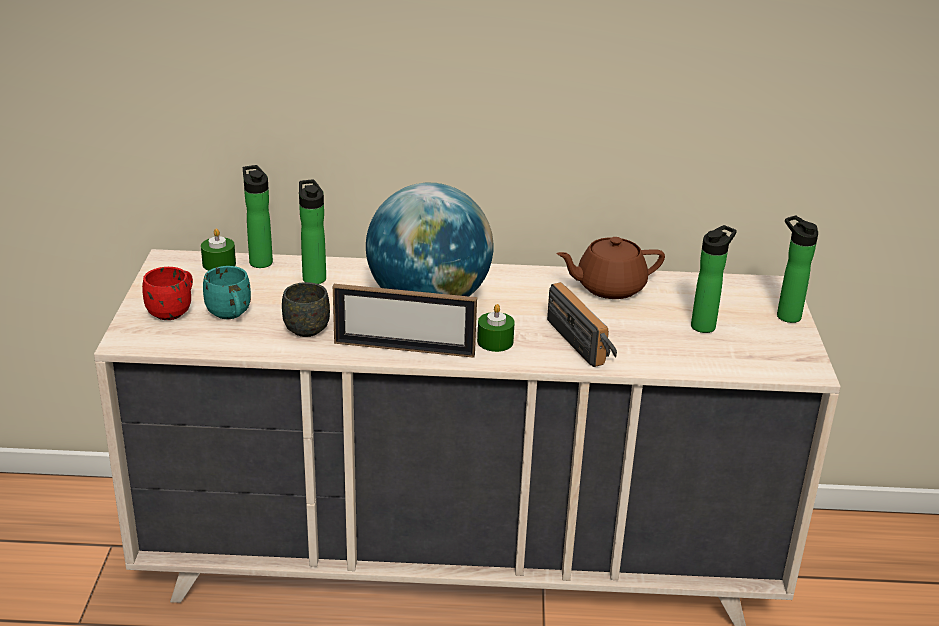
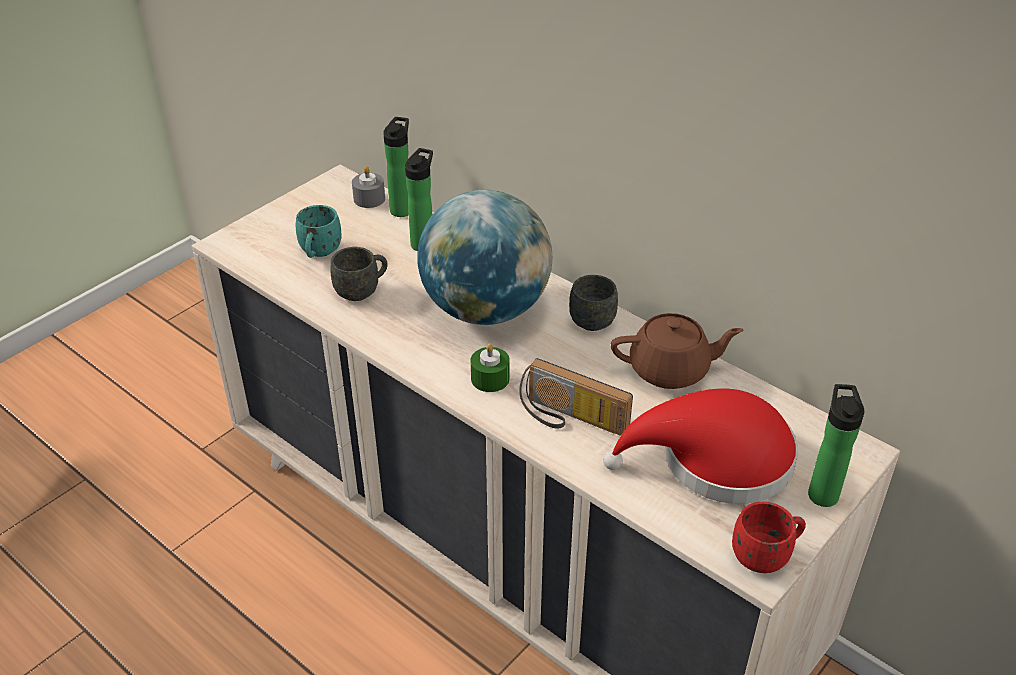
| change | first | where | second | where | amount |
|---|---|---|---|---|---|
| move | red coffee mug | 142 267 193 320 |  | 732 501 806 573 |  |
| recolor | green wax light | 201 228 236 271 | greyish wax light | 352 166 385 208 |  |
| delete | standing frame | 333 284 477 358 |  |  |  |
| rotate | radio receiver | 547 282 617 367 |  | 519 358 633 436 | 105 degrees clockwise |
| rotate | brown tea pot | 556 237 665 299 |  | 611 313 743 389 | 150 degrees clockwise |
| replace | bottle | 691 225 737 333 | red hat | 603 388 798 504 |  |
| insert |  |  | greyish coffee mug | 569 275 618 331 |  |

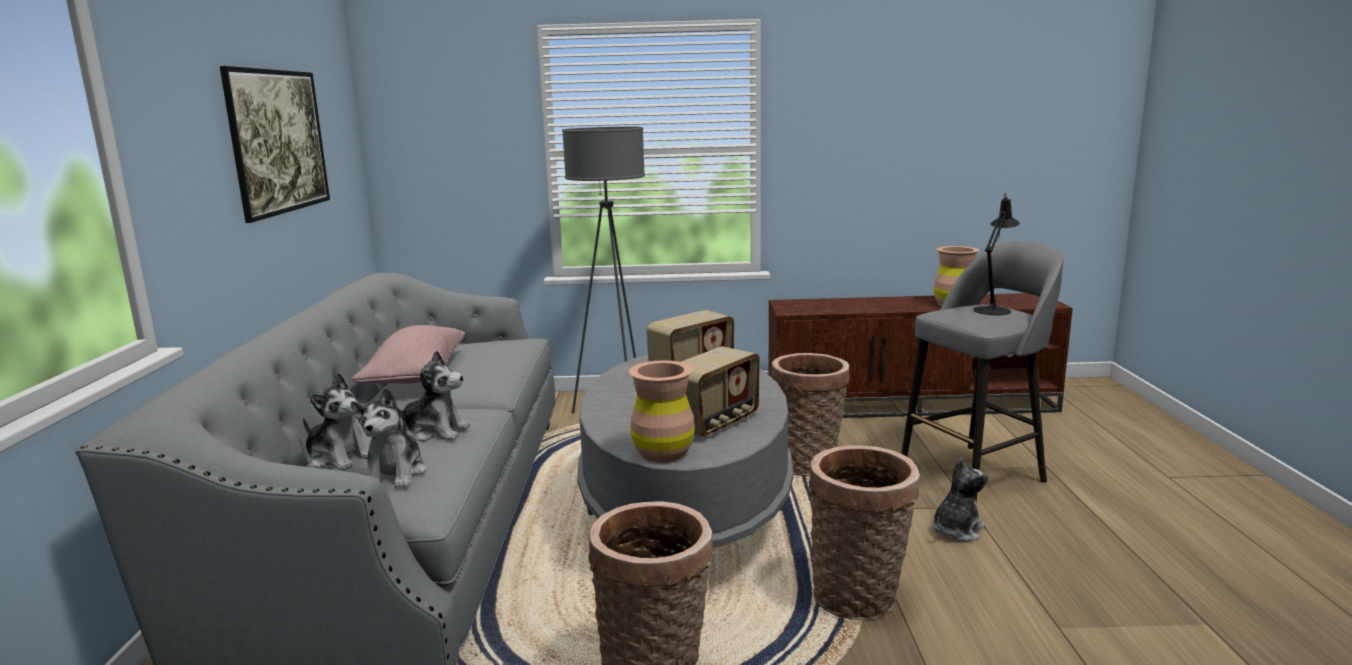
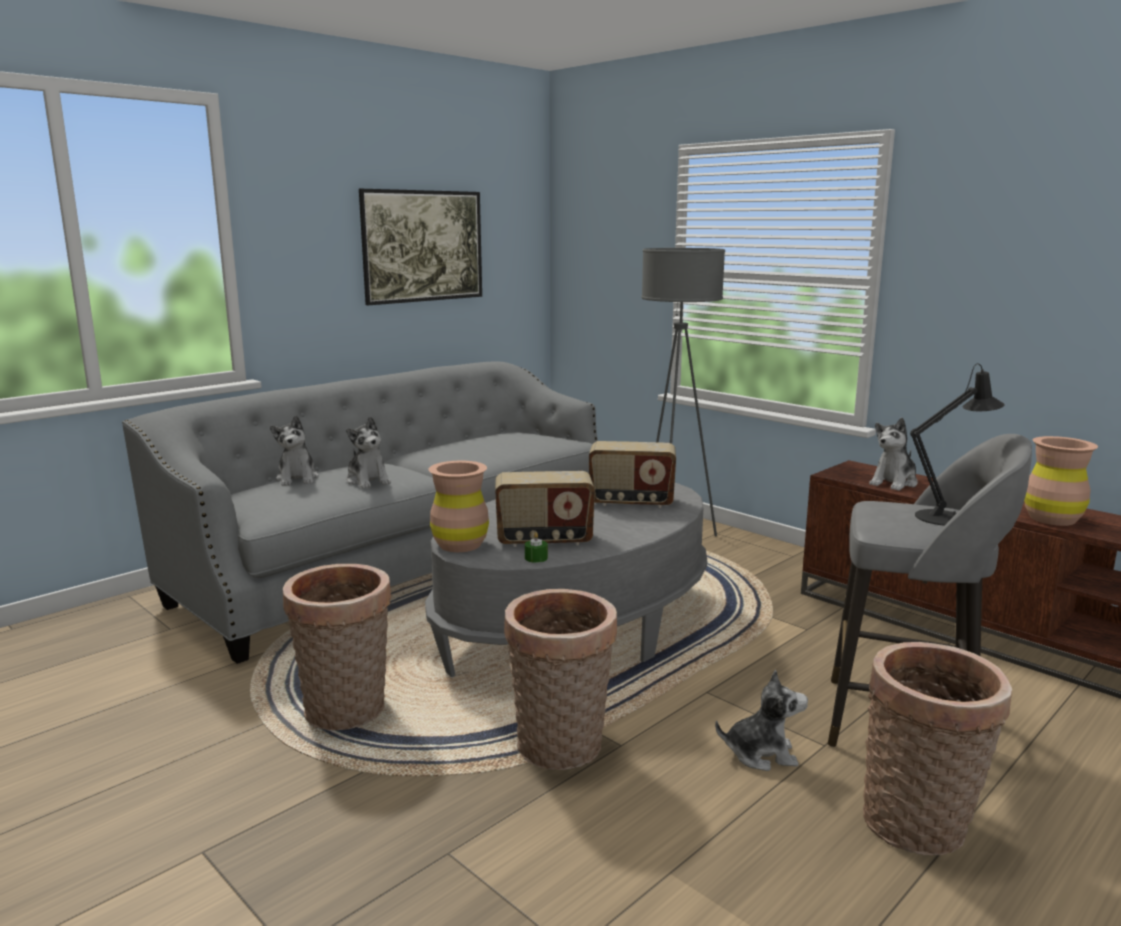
| change | first | where | second | where | amount |
|---|---|---|---|---|---|
| move | soft toy | 351 388 426 488 |  | 869 418 918 491 |  |
| delete | pink-coloured pillow | 352 325 465 384 |  |  |  |
| move | household basket | 770 353 850 476 |  | 863 642 1012 855 |  |
| insert |  |  | green wax light | 525 532 548 563 |  |

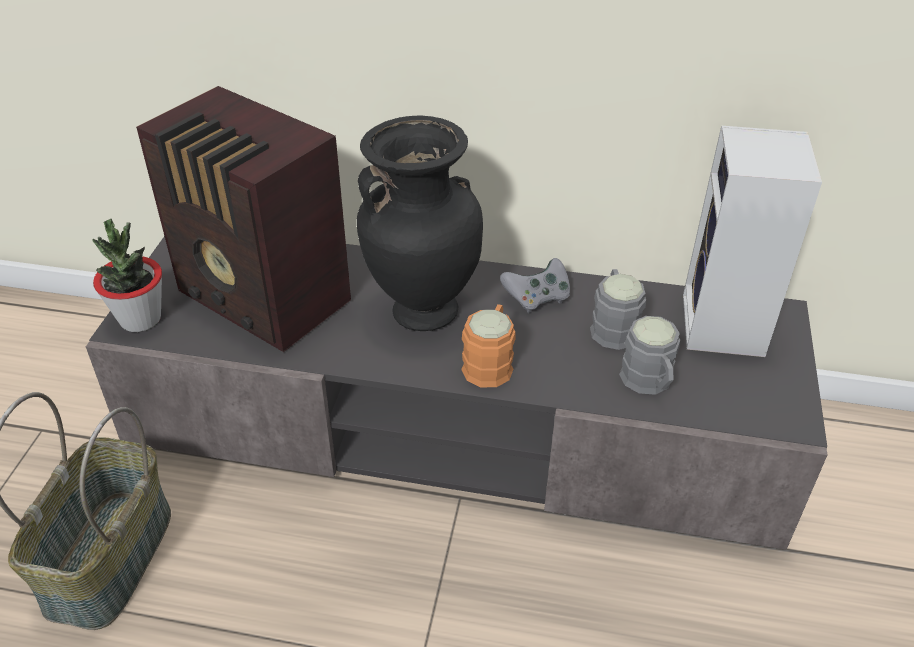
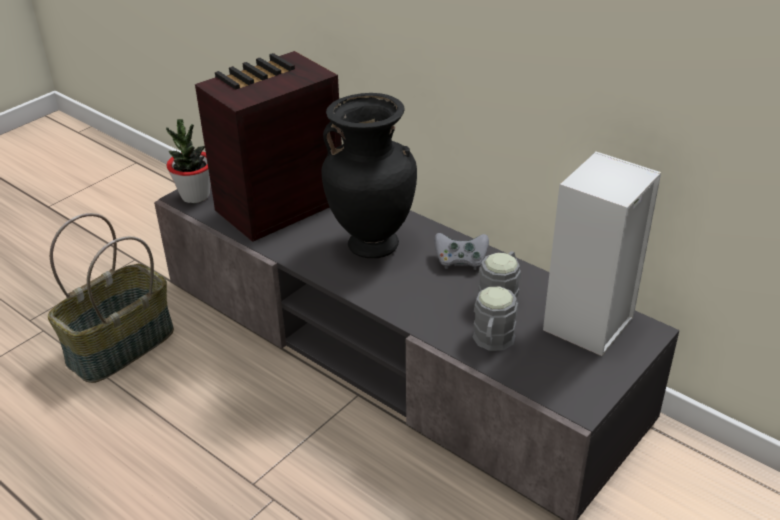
| change | first | where | second | where | amount |
|---|---|---|---|---|---|
| rotate | radio receiver | 136 86 351 352 |  | 195 51 342 242 | 75 degrees clockwise |
| delete | orange-coloured coffee mug | 461 304 516 387 |  |  |  |

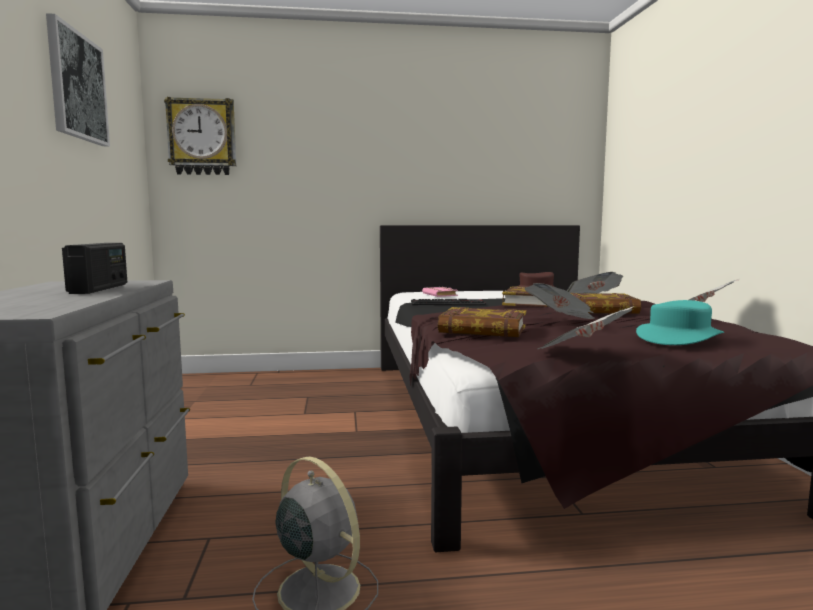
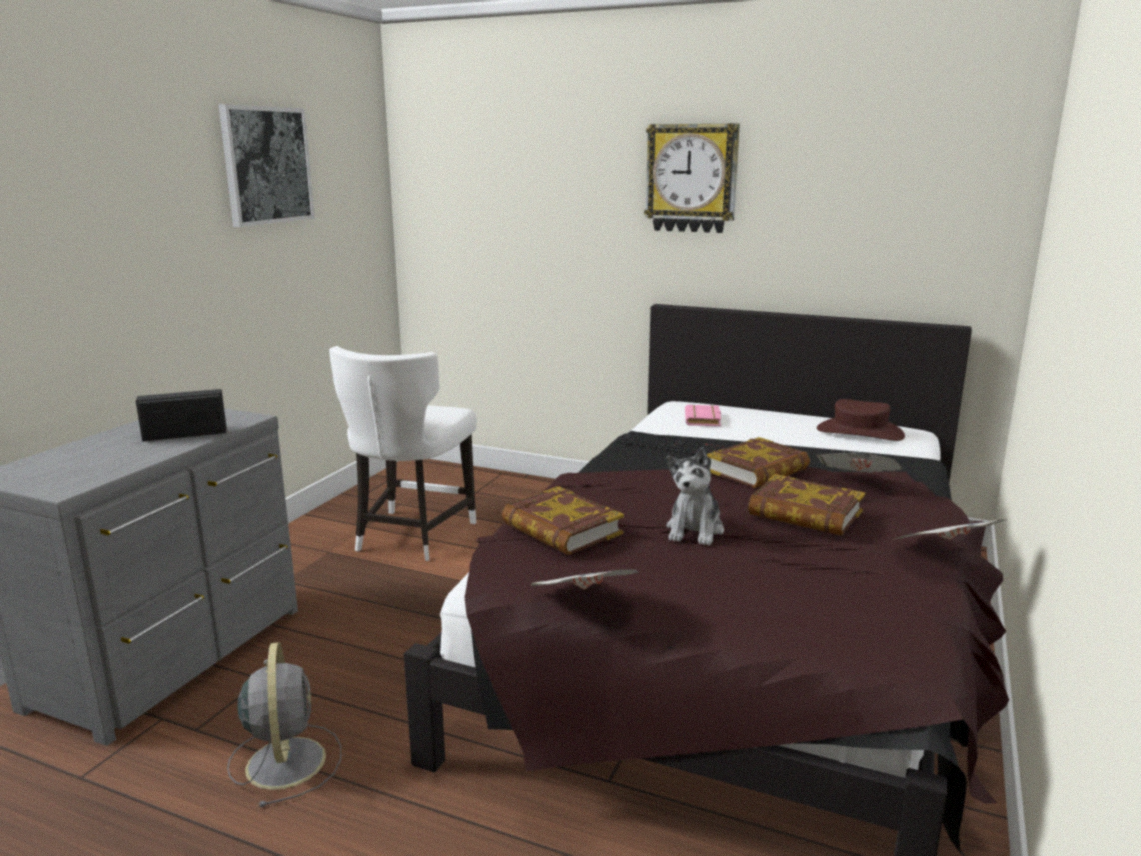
| change | first | where | second | where | amount |
|---|---|---|---|---|---|
| rotate | radio receiver | 62 243 127 294 |  | 136 389 227 441 | 135 degrees counterclockwise |
| move | clock on the wall | 164 97 236 175 |  | 644 123 740 233 |  |
| replace | daily paper | 525 283 595 319 | soft toy | 666 448 724 546 |  |
| delete | turquoise hat | 636 300 724 345 |  |  |  |
| insert |  |  | white plain chair | 329 346 477 561 |  |

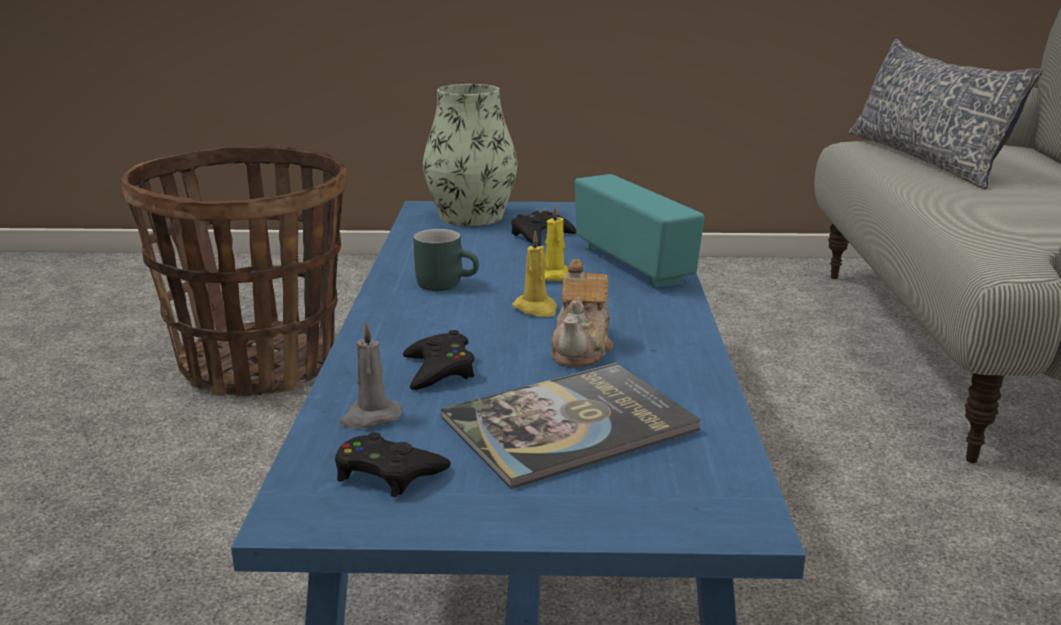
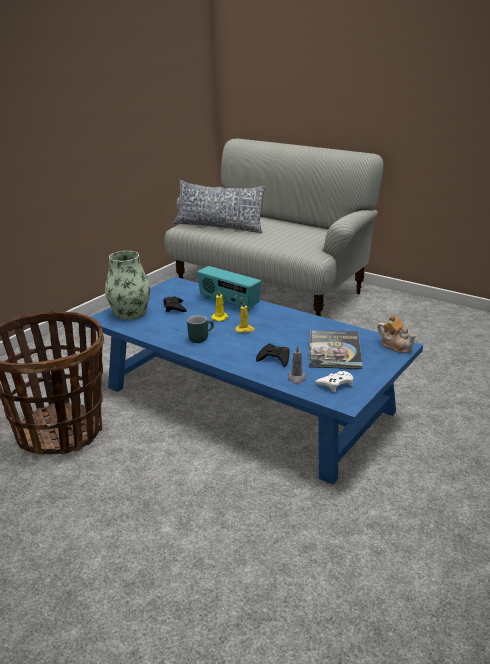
| change | first | where | second | where | amount |
|---|---|---|---|---|---|
| recolor | blackish joypad | 335 432 451 497 | white joypad | 315 371 354 392 |  |
| move | tea pot | 551 259 613 367 |  | 377 314 417 353 |  |
| rotate | radio receiver | 575 174 704 287 |  | 197 266 261 311 | 150 degrees counterclockwise |

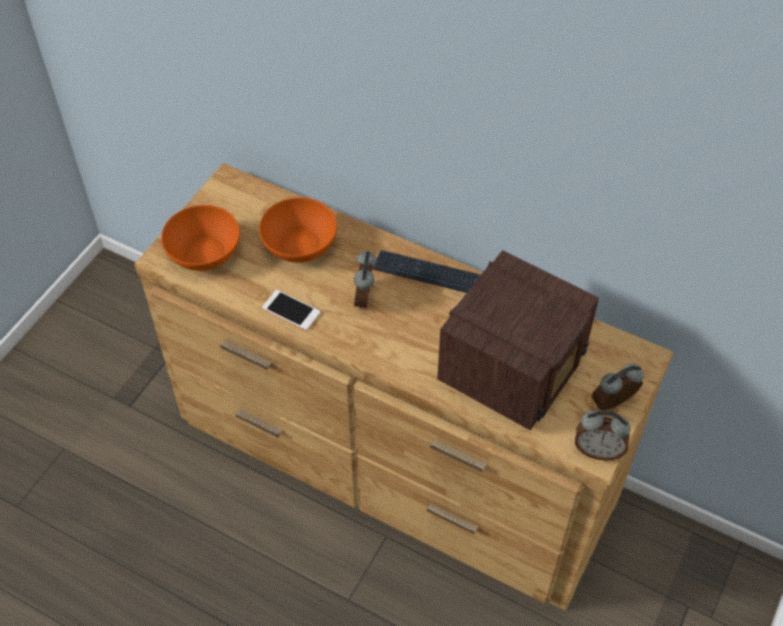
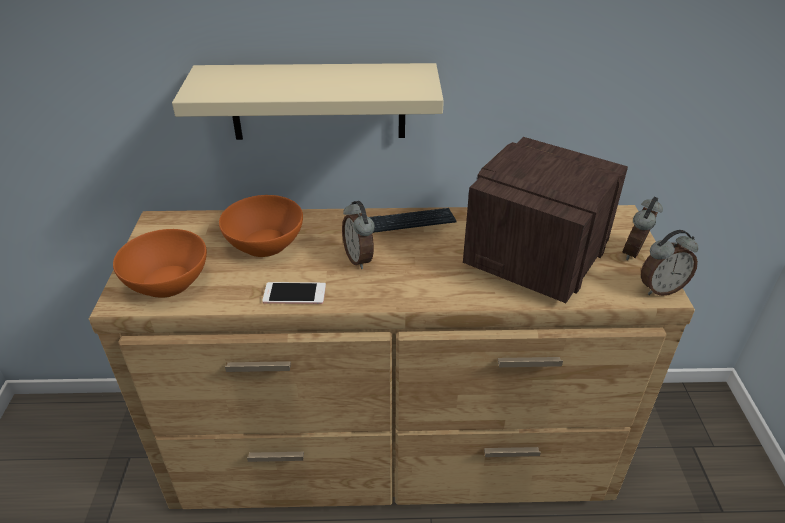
| change | first | where | second | where | amount |
|---|---|---|---|---|---|
| rotate | radio receiver | 437 250 599 431 |  | 463 137 628 303 | 150 degrees counterclockwise |
| insert |  |  | beige-coloured shelf | 172 63 444 140 |  |

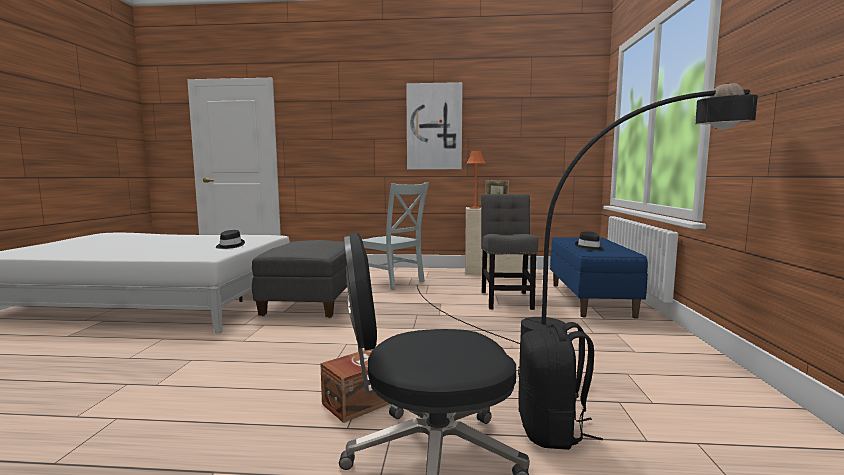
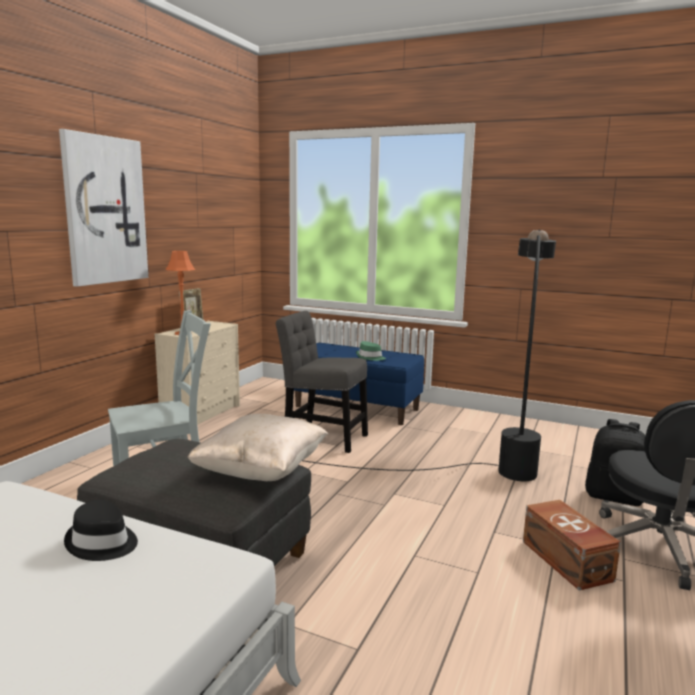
| change | first | where | second | where | amount |
|---|---|---|---|---|---|
| recolor | blackish hat | 575 231 604 251 | green hat | 356 341 386 361 |  |
| insert |  |  | beige-coloured pillow | 187 414 328 481 |  |

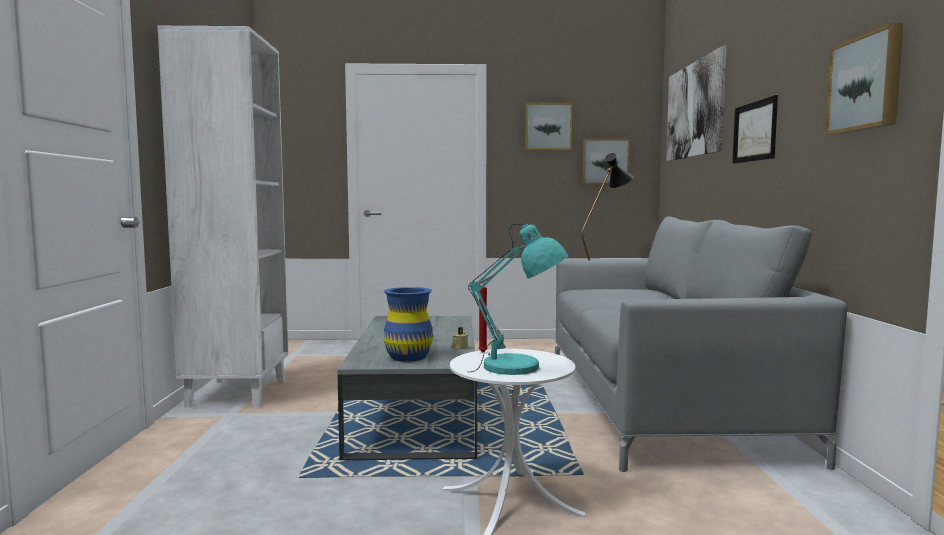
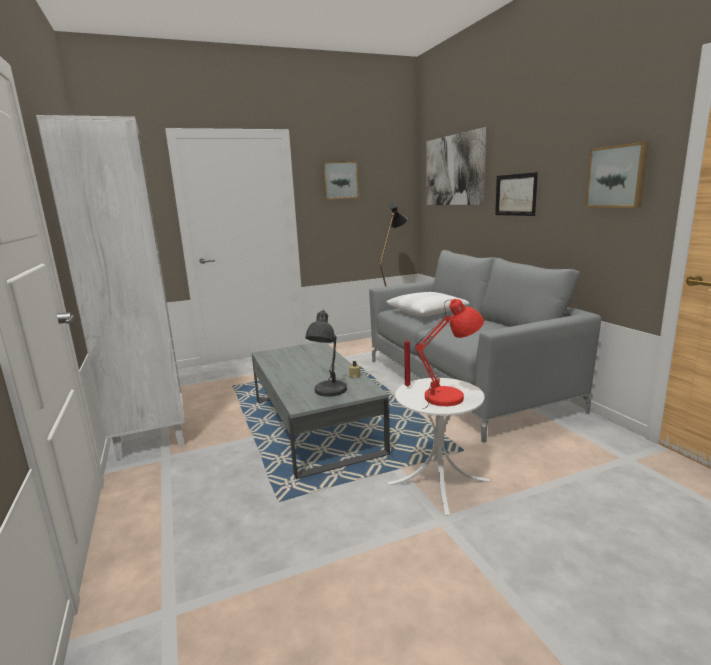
| change | first | where | second | where | amount |
|---|---|---|---|---|---|
| replace | blue flower vase | 384 287 433 362 | greyish lamp for a table | 305 310 347 397 |  |
| recolor | turquoise lamp for a table | 468 224 569 375 | red lamp for a table | 415 299 484 409 |  |
| delete | wall art | 582 138 630 185 |  |  |  |
| insert |  |  | white pillow | 386 292 469 316 |  |

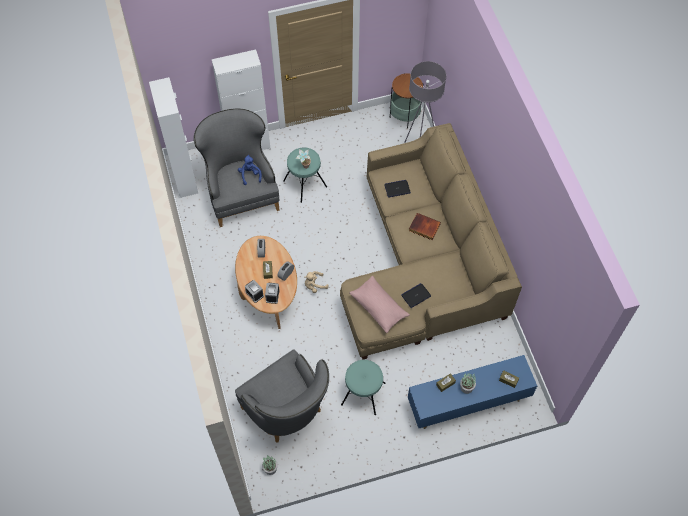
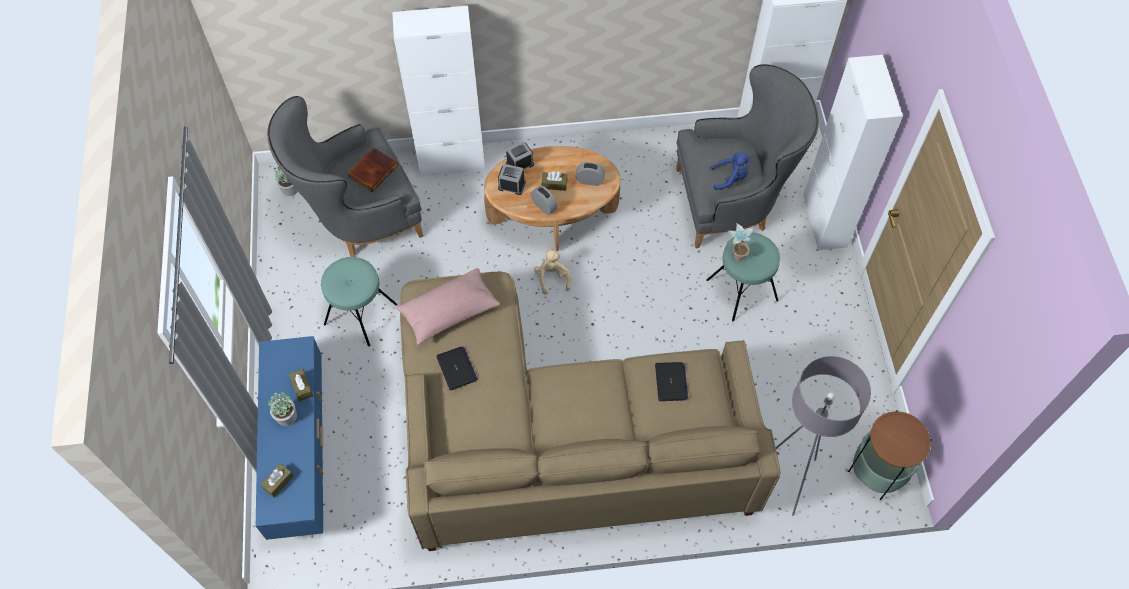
| change | first | where | second | where | amount |
|---|---|---|---|---|---|
| move | book | 409 213 441 240 |  | 347 147 398 192 |  |
| insert |  |  | white storage cabinet | 392 6 485 177 |  |

